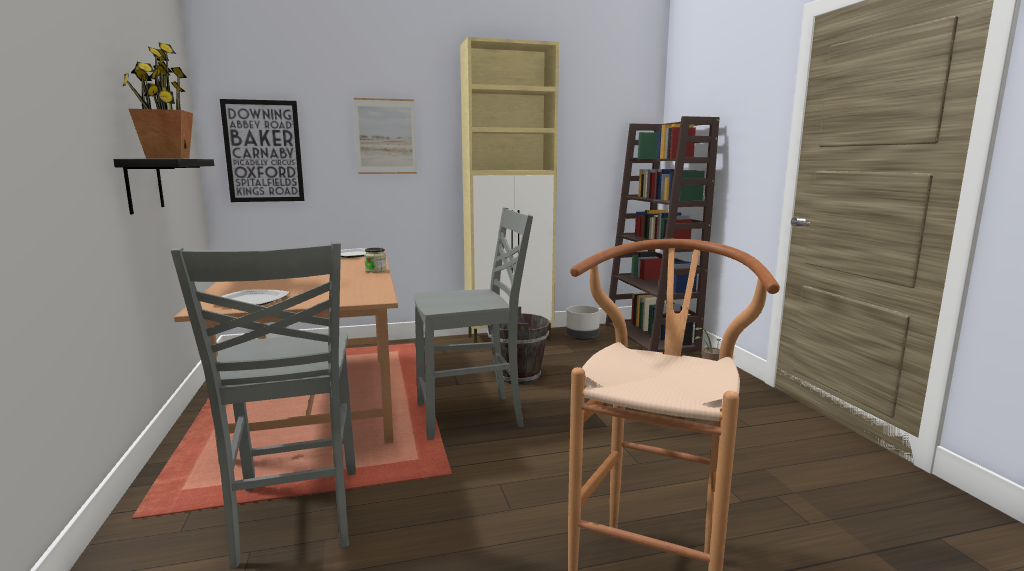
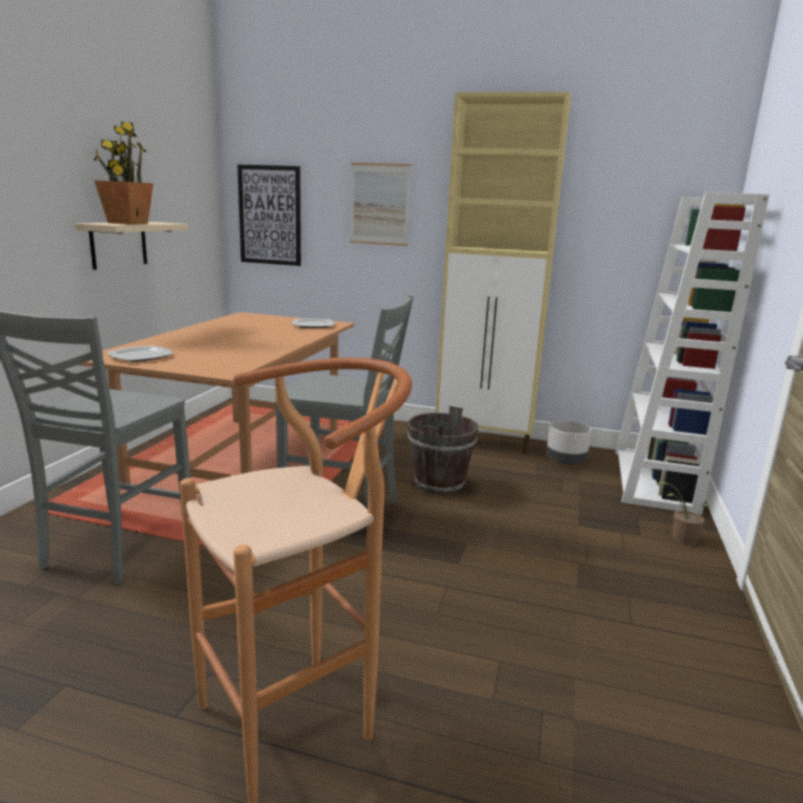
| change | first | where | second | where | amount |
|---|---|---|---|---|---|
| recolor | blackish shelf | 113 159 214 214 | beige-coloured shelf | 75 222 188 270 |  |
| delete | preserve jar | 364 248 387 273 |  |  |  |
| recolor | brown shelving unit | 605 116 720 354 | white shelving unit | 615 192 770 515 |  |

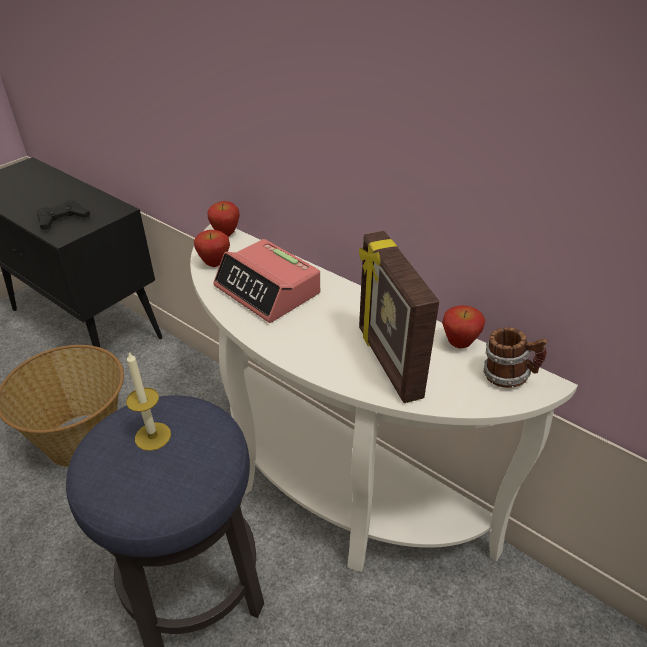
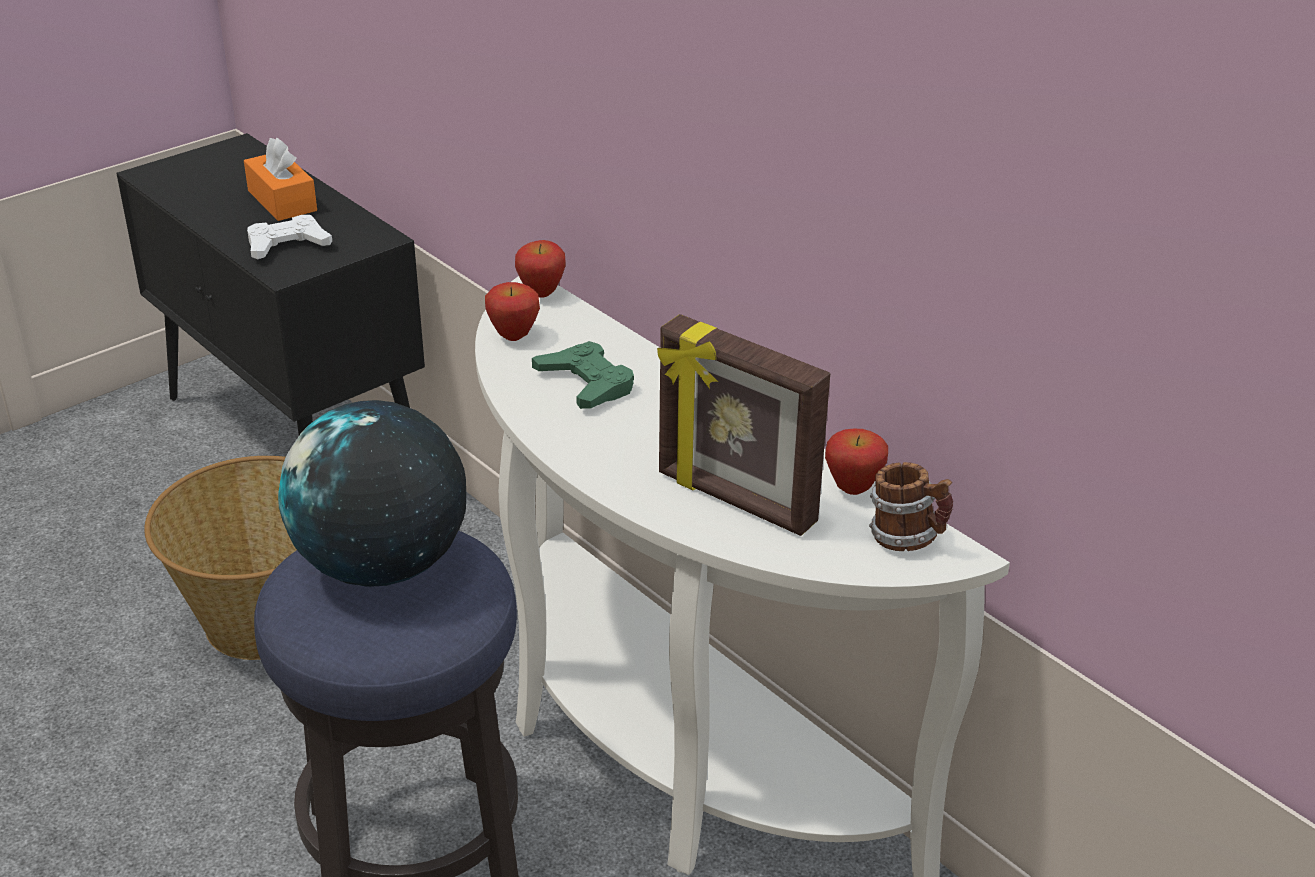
| change | first | where | second | where | amount |
|---|---|---|---|---|---|
| recolor | blackish joypad | 36 200 90 230 | white joypad | 247 215 332 259 |  |
| replace | wax light | 126 352 171 451 | world globe | 278 400 466 587 |  |
| replace | alarm clock | 213 239 320 323 | green joypad | 532 341 634 409 |  |
| rotate | standing frame | 359 231 439 403 |  | 657 314 830 536 | 45 degrees counterclockwise |
| insert |  |  | orange-coloured tissue holder | 244 137 317 221 |  |

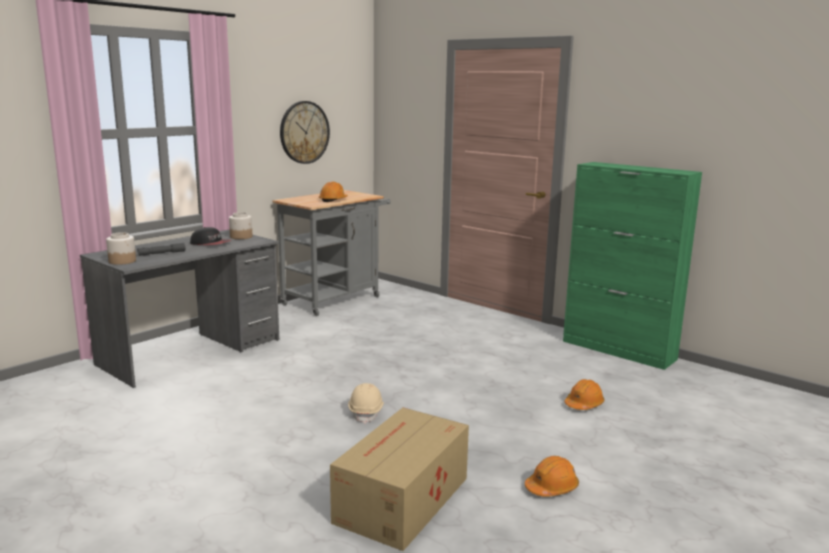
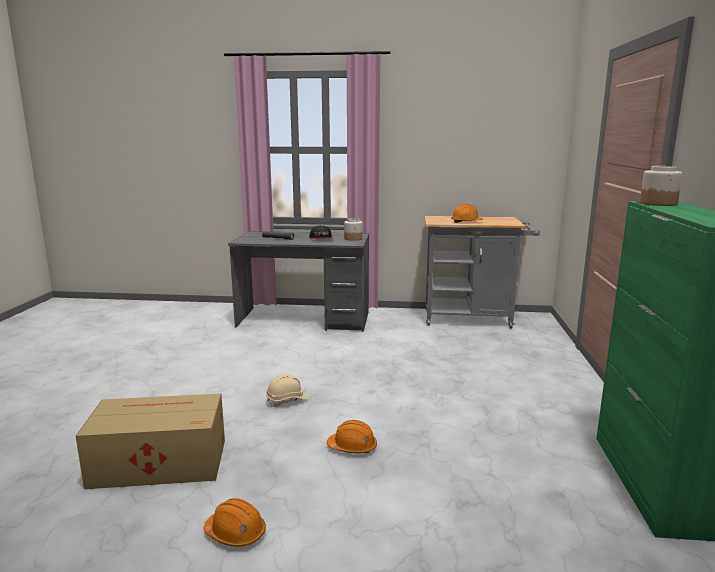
| change | first | where | second | where | amount |
|---|---|---|---|---|---|
| move | preserve jar | 106 232 136 265 |  | 640 166 682 206 |  |
| delete | clock on the wall | 280 101 330 164 |  |  |  |
| move | orange-coloured safety helmet | 564 379 604 410 |  | 327 420 377 453 |  |

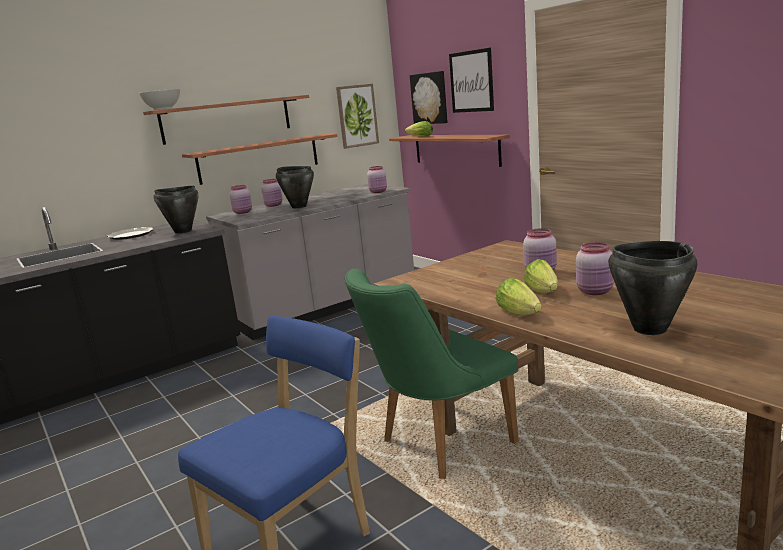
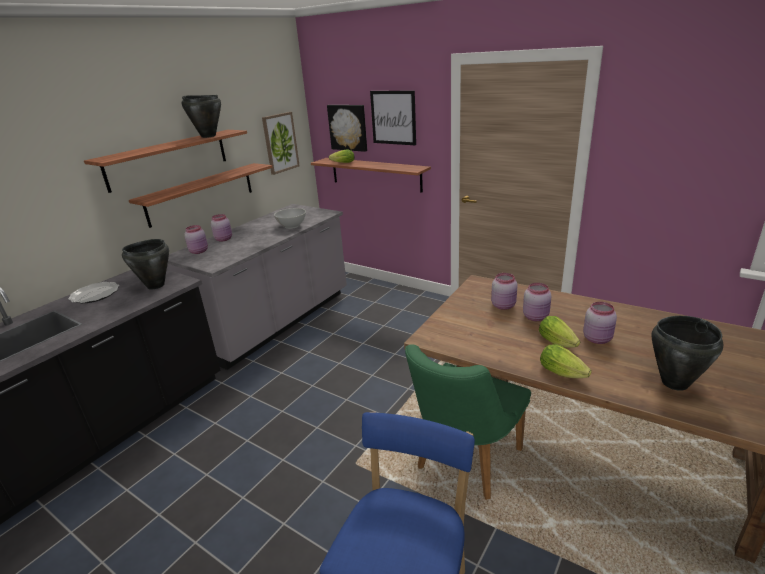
| change | first | where | second | where | amount |
|---|---|---|---|---|---|
| move | white bowl | 139 89 180 110 |  | 274 208 306 229 |  |
| move | blackish cooking pot | 276 166 314 208 |  | 182 95 221 138 |  |
| move | pink-coloured preserve jar | 367 166 387 193 |  | 491 273 517 310 |  |

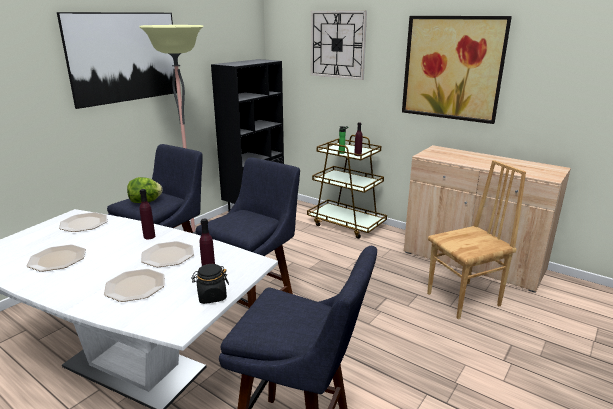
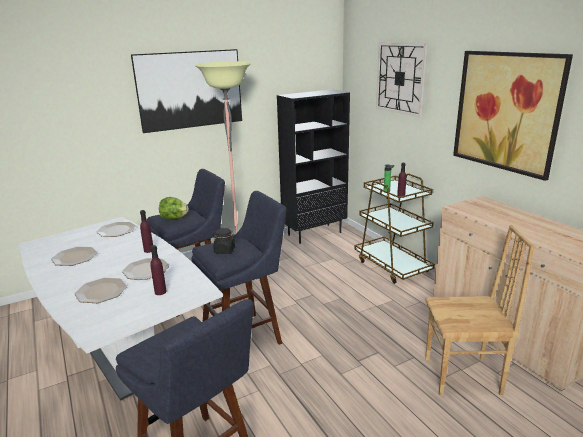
| change | first | where | second | where | amount |
|---|---|---|---|---|---|
| move | blackish preserve jar | 191 264 229 304 |  | 211 228 236 254 |  |

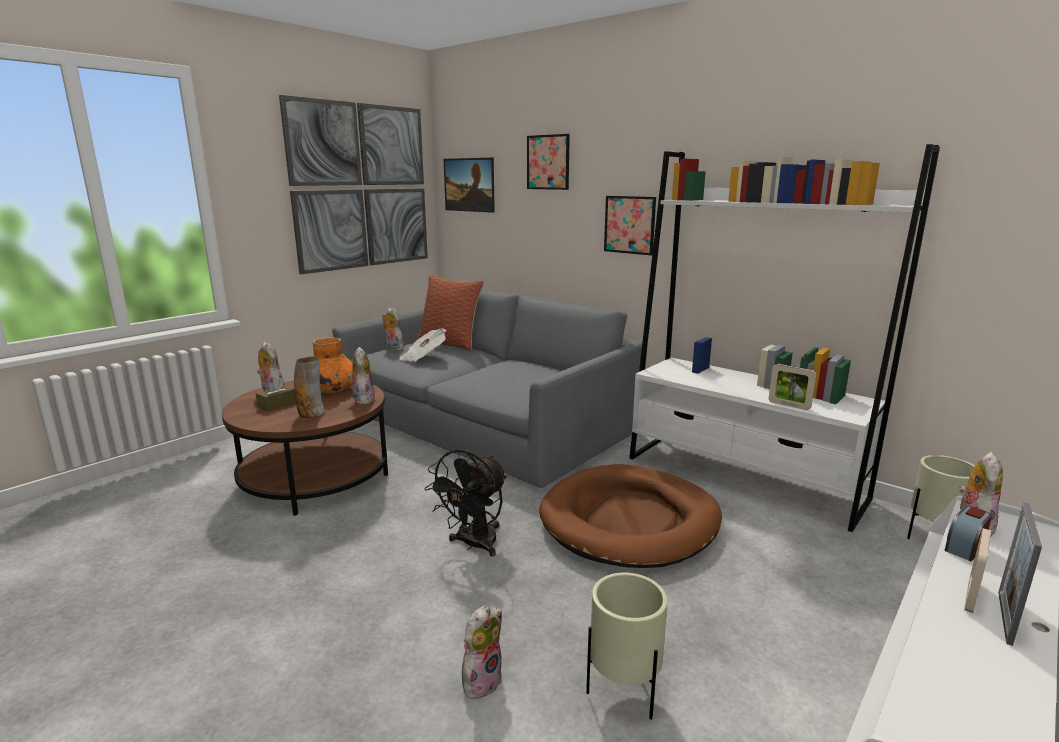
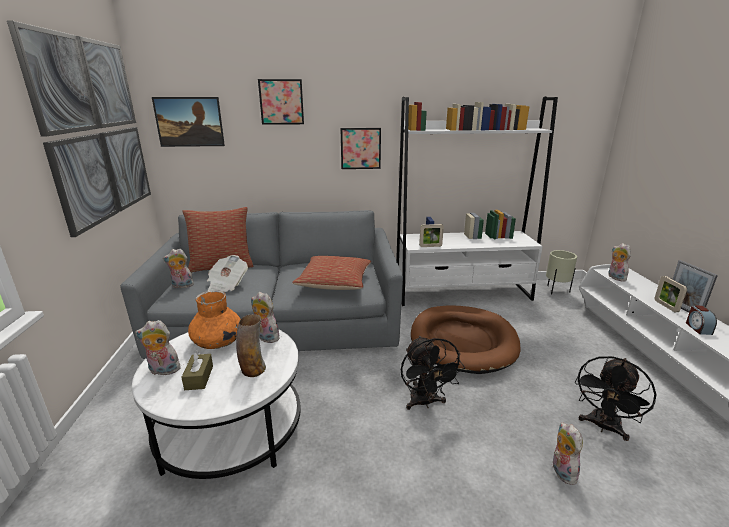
| change | first | where | second | where | amount |
|---|---|---|---|---|---|
| recolor | brown coffee table | 222 381 388 515 | white coffee table | 132 330 301 479 |  |
| replace | beige-coloured flower pot | 586 572 668 720 | blackish fan | 575 356 656 441 |  |
| move | standing frame | 769 364 816 410 |  | 419 224 444 247 |  |
| move | alarm clock | 945 506 992 561 |  | 686 305 717 335 |  |
| insert |  |  | pillow | 292 256 371 290 |  |

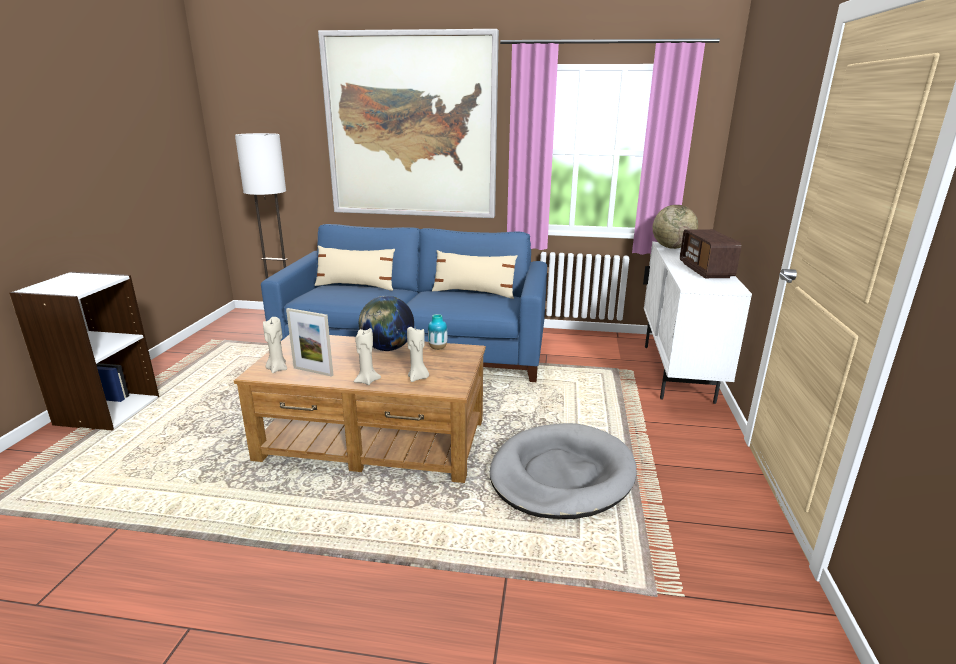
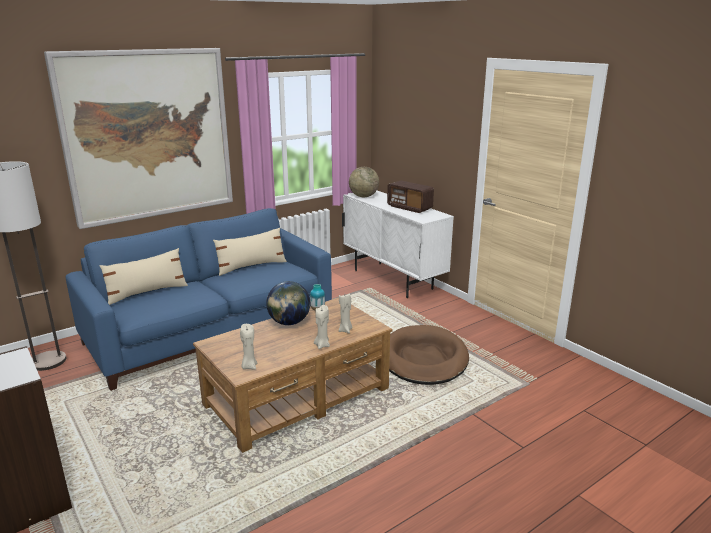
| change | first | where | second | where | amount |
|---|---|---|---|---|---|
| delete | standing frame | 286 308 333 377 |  |  |  |
| recolor | greyish dog cushion | 490 423 637 519 | brown dog cushion | 389 325 469 385 |  |

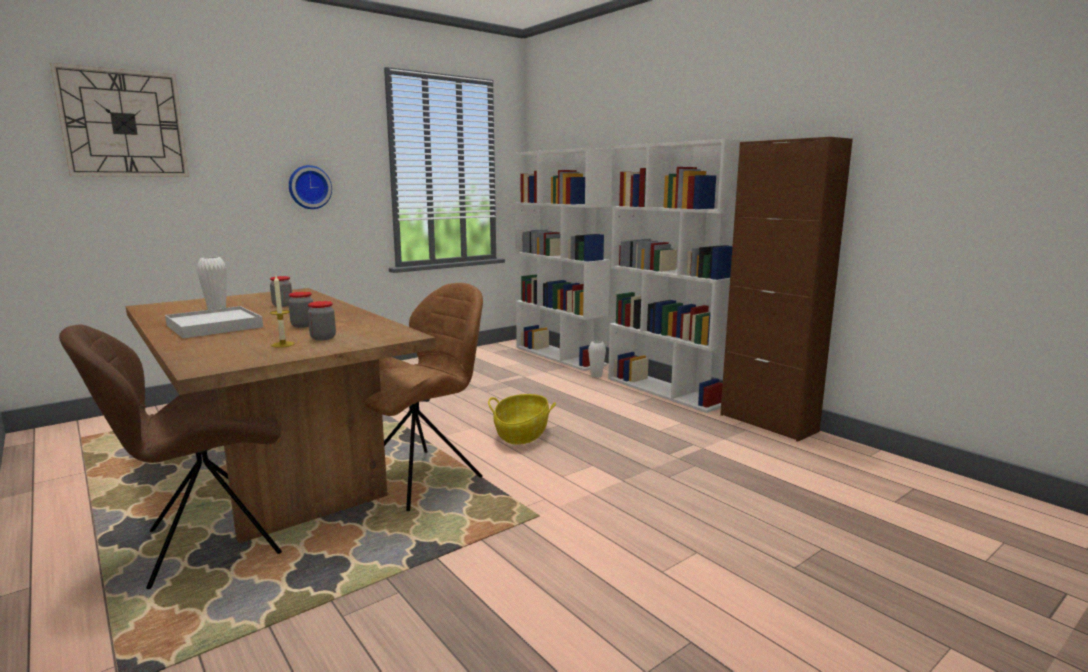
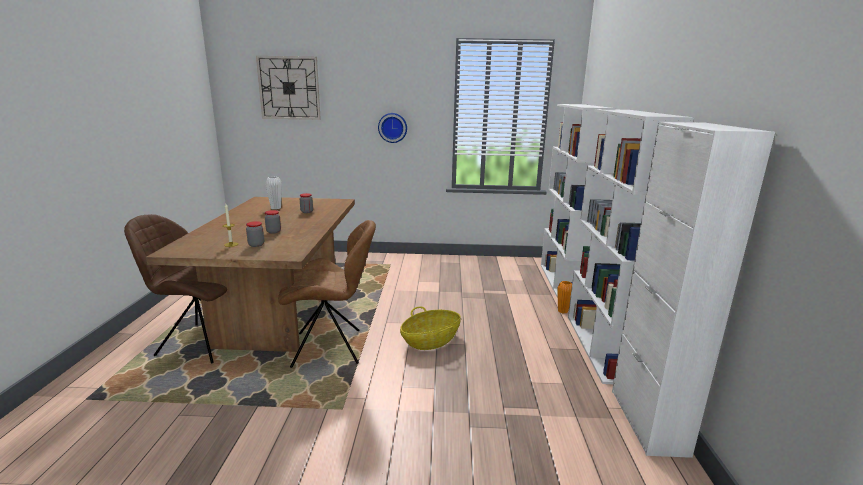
| change | first | where | second | where | amount |
|---|---|---|---|---|---|
| delete | white carrying tray | 165 306 263 339 |  |  |  |
| recolor | white flower vase | 588 341 606 378 | orange-coloured flower vase | 557 281 572 313 |  |
| recolor | brown storage cabinet | 720 137 853 442 | white storage cabinet | 612 122 775 458 |  |

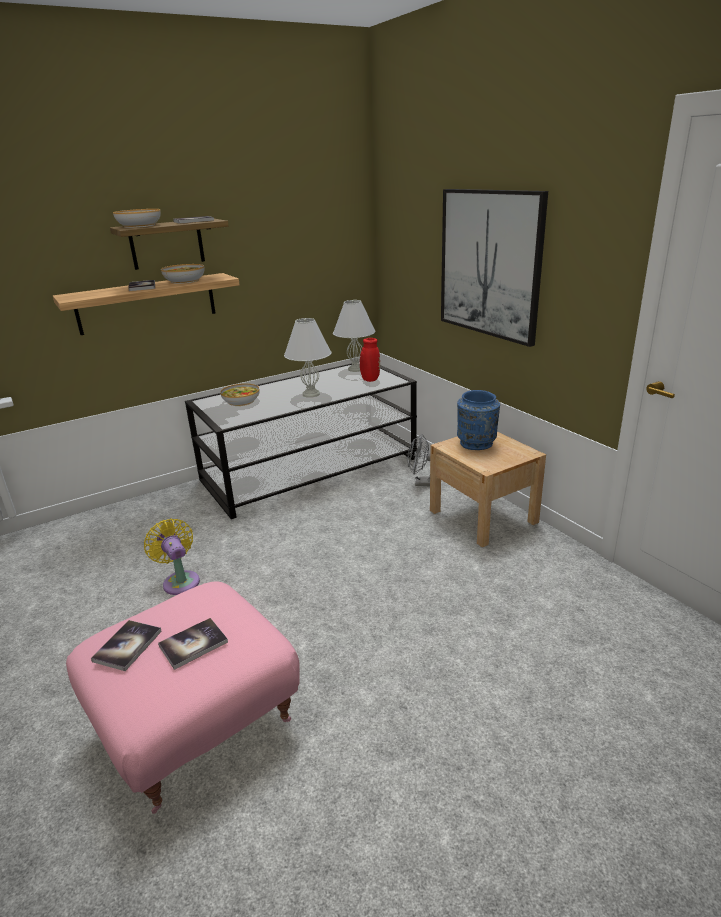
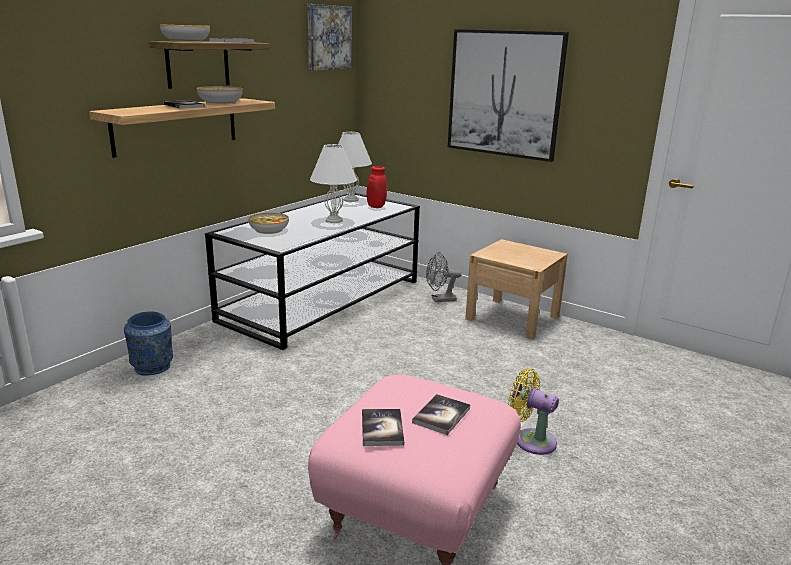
| change | first | where | second | where | amount |
|---|---|---|---|---|---|
| move | yellow fan | 144 518 200 595 |  | 508 369 559 455 |  |
| move | blue flower vase | 457 390 500 450 |  | 124 311 173 375 |  |
| insert |  |  | wall art | 308 4 352 71 |  |

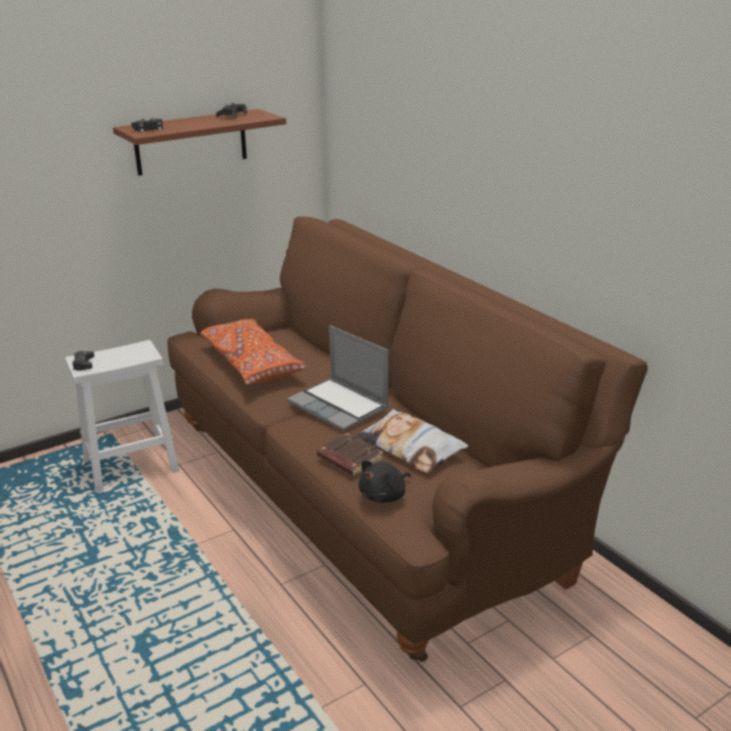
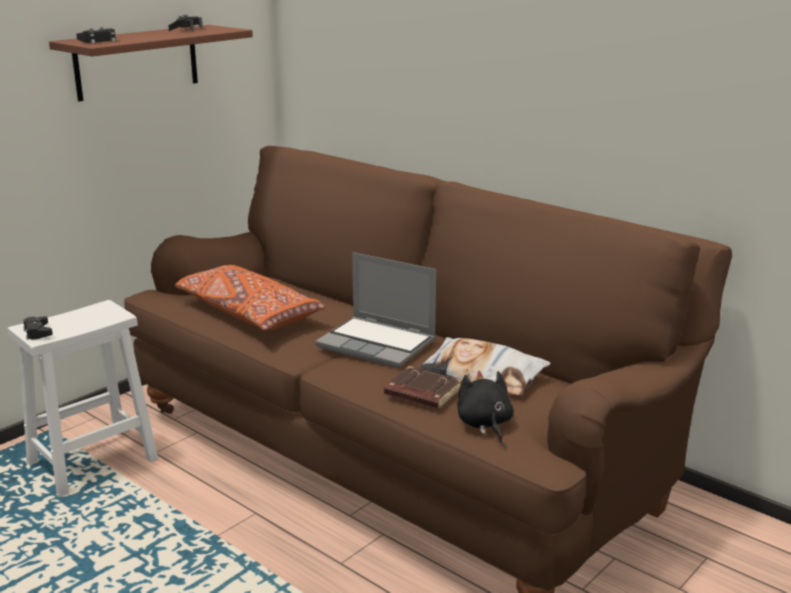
| change | first | where | second | where | amount |
|---|---|---|---|---|---|
| rotate | blackish soft toy | 359 460 411 502 |  | 457 370 514 443 | 135 degrees clockwise |

